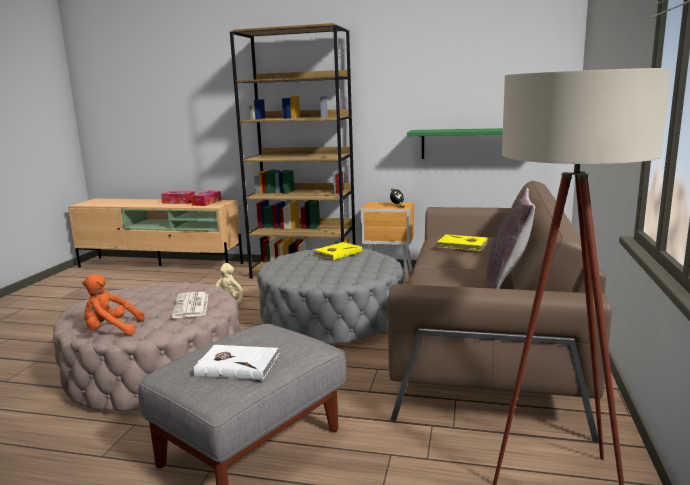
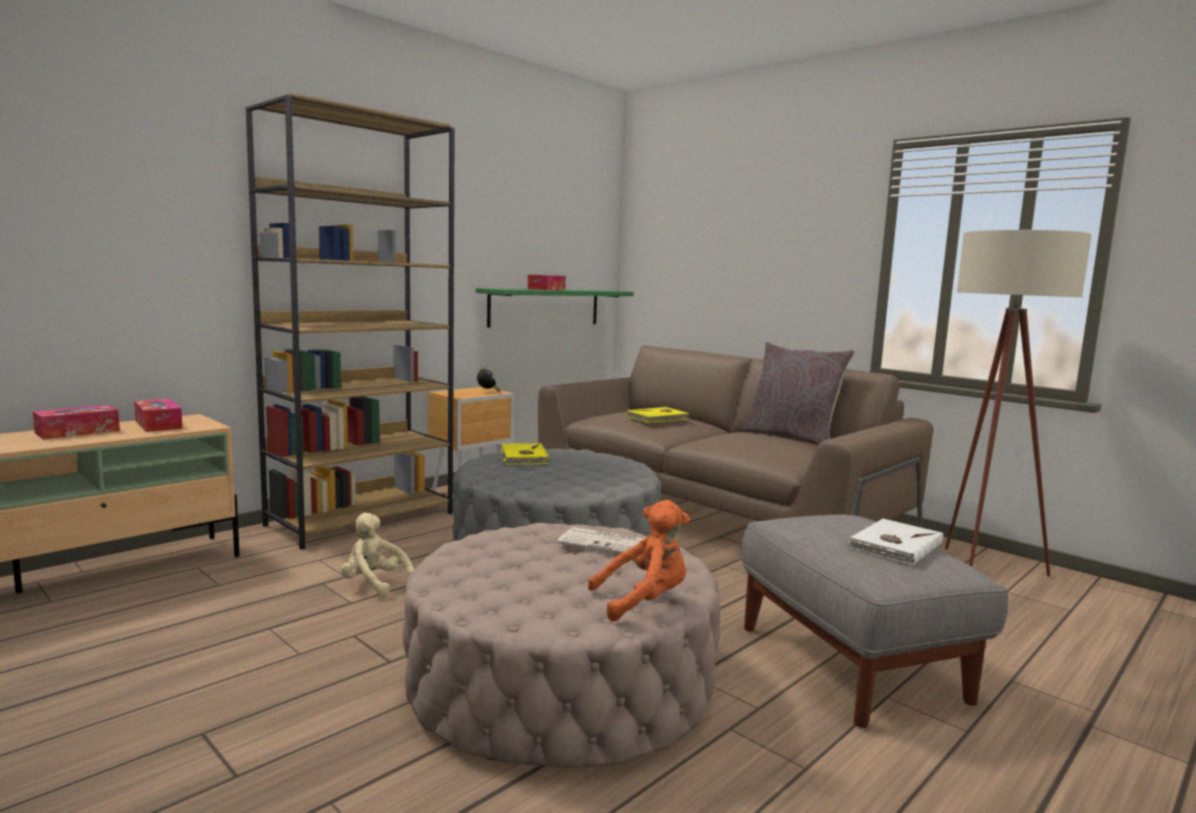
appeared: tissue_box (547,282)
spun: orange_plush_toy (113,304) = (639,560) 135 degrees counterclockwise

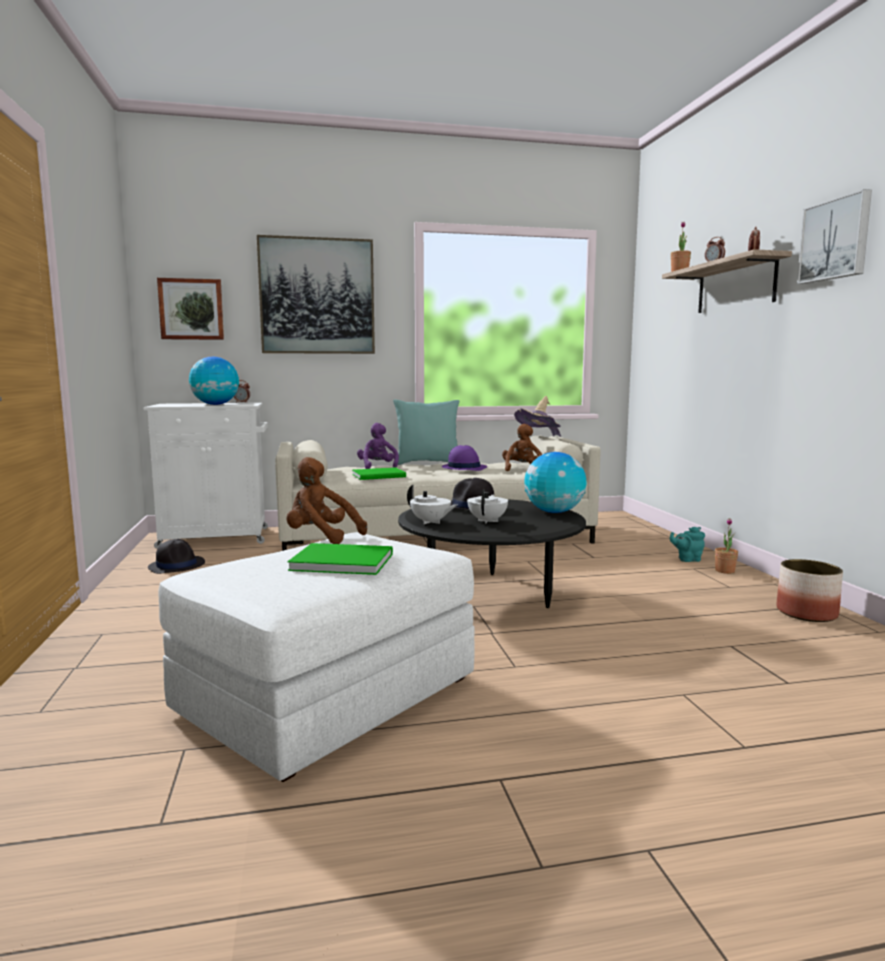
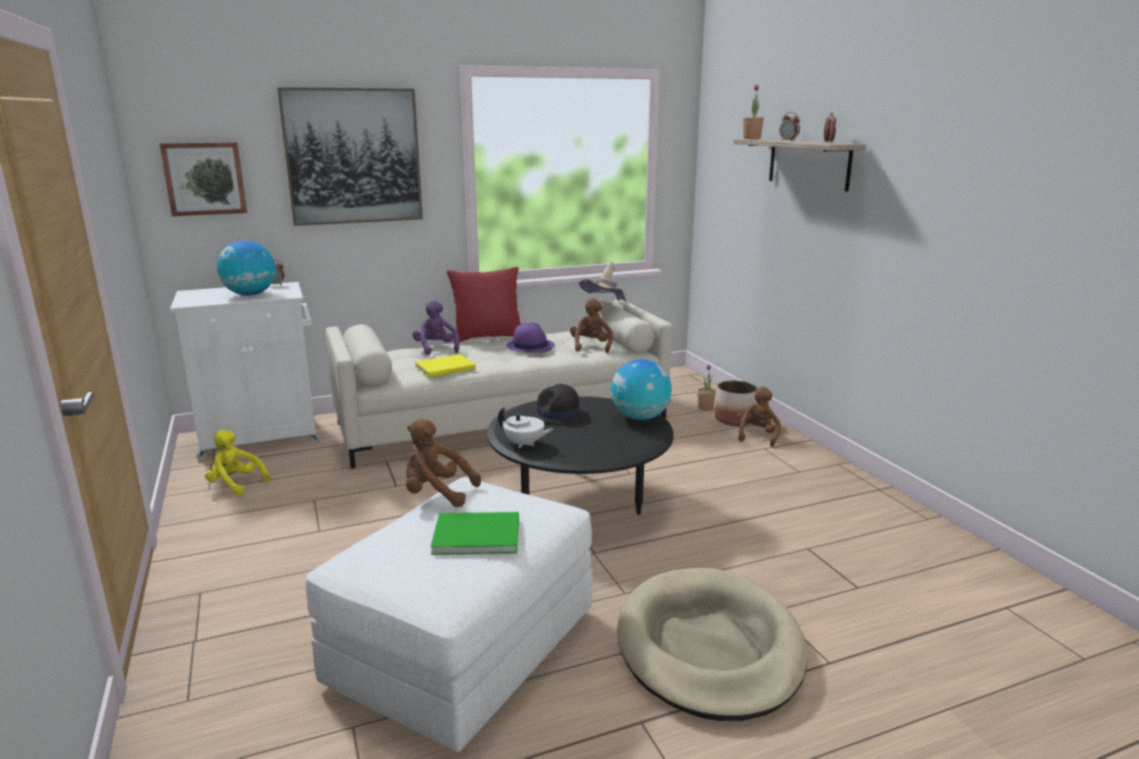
missing: white_teapot (487,506); picture (834,236)
appeared: beige_dog_bed (712,644)
relocated: potted_plant (726,546) to (706,387); planter (810,590) to (736,403)
exchanged: black_hat (176,556) to yellow_plush_toy (237,463); turquoise_teapot (687,544) to brown_plush_toy (758,416)
colour: green_book (379,473) to yellow_book (445,365); turquoise_pillow (426,432) to red_pillow (484,305)

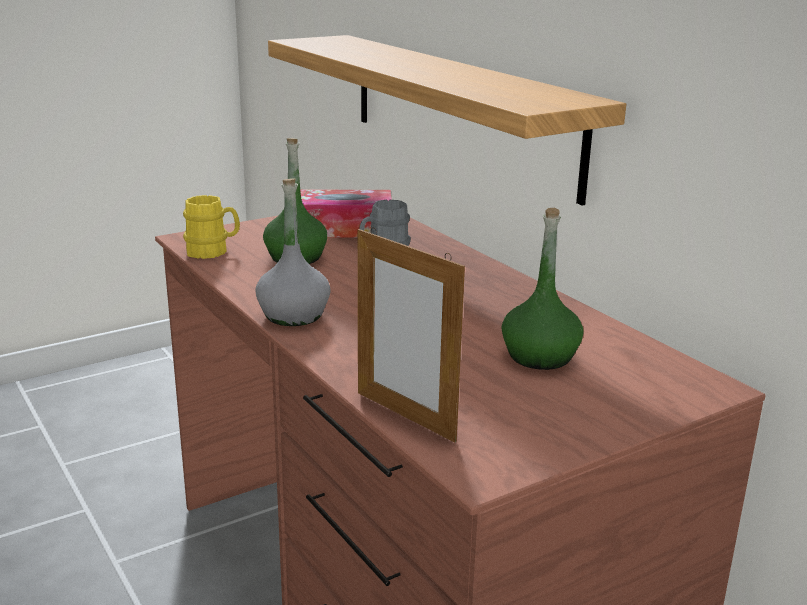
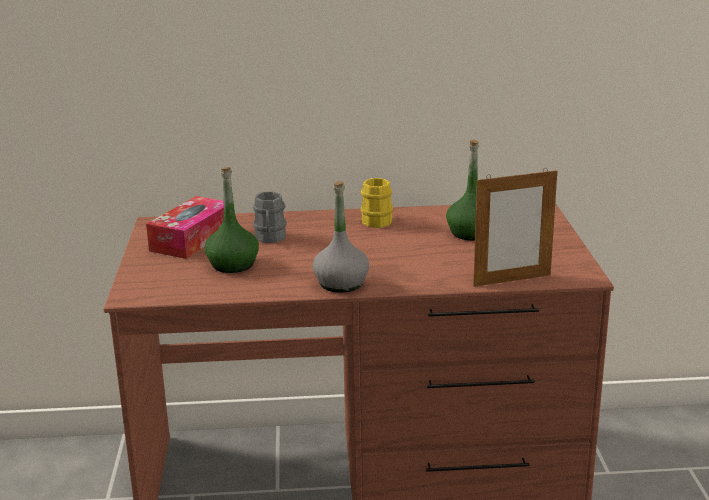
missing: shelf (447,120)
relocated: yellow_mug (211,227) to (377,203)

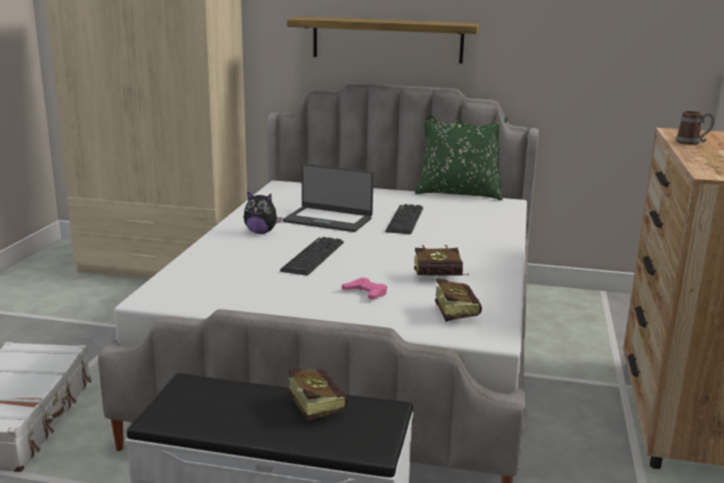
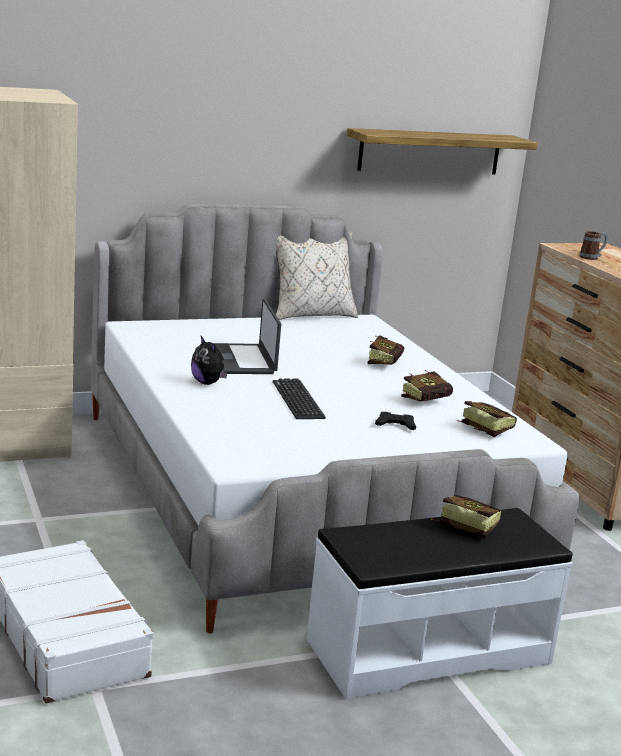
missing: keyboard (404,219)
appeared: book (386,350)
relocated: shelf (383,40) to (442,151)
colour: pink_game_controller (364,288) to black_game_controller (395,421); green_pillow (461,158) to beige_pillow (317,276)
spun: plush_toy (263,212) = (209,360) 75 degrees clockwise; laptop (328,198) = (248,336) 90 degrees clockwise

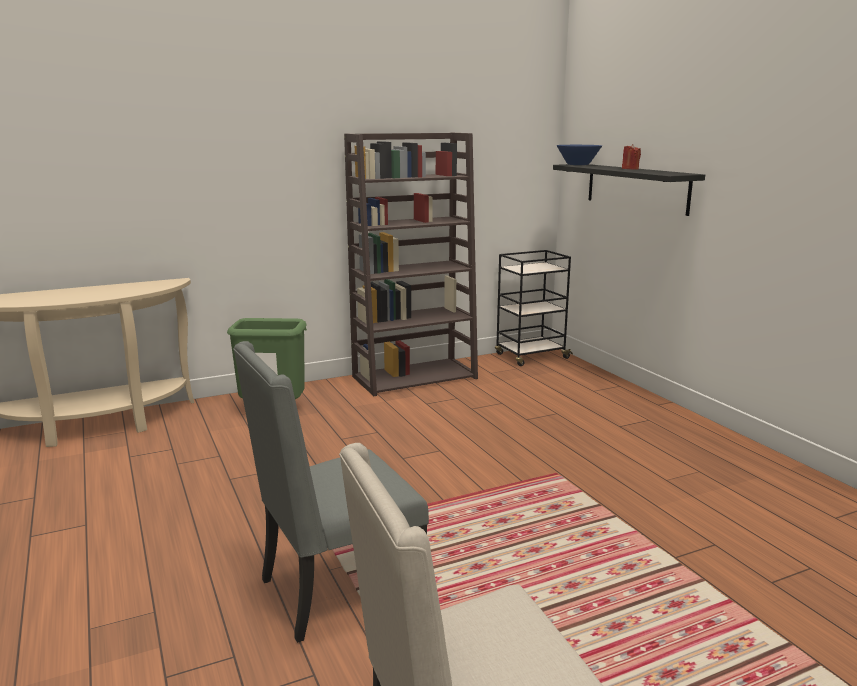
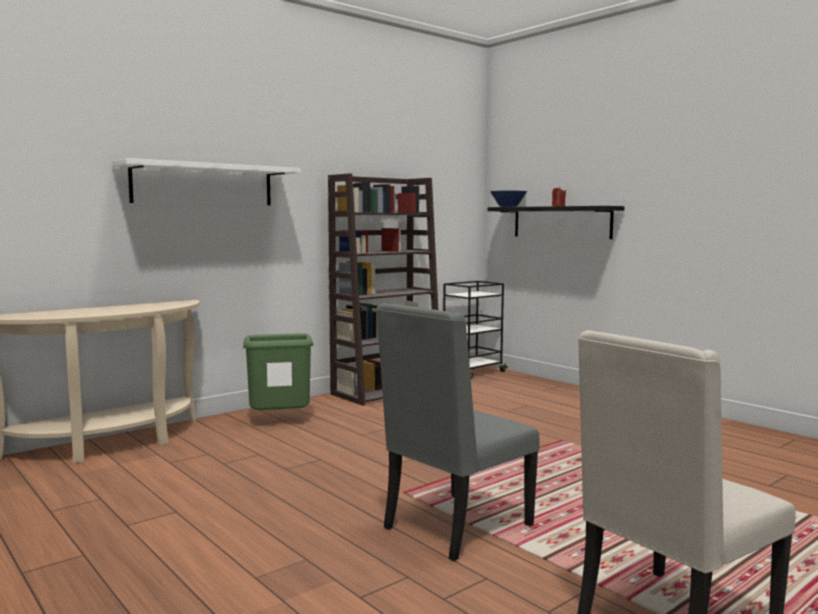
appeared: white_shelf (206,181)

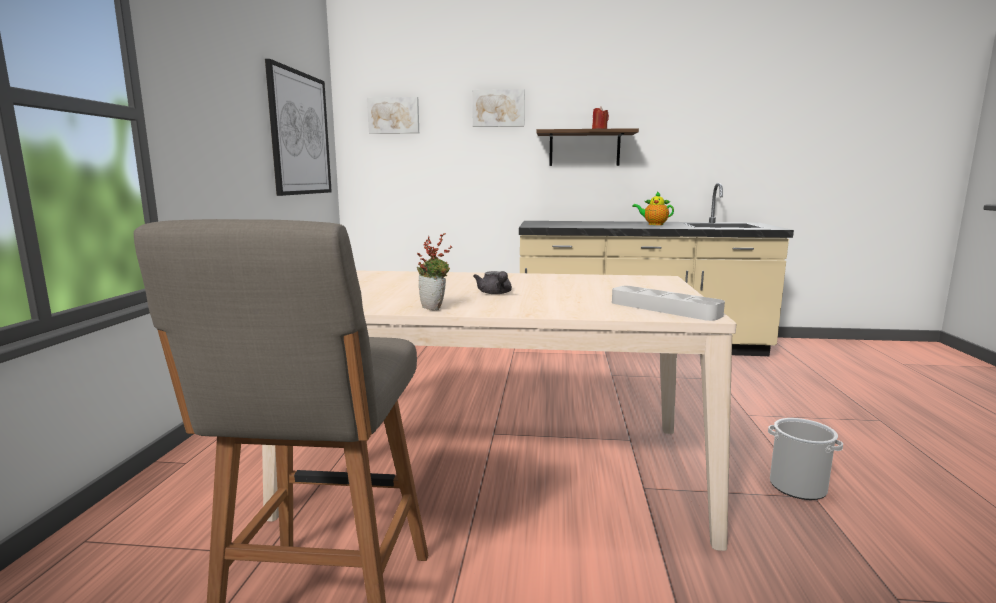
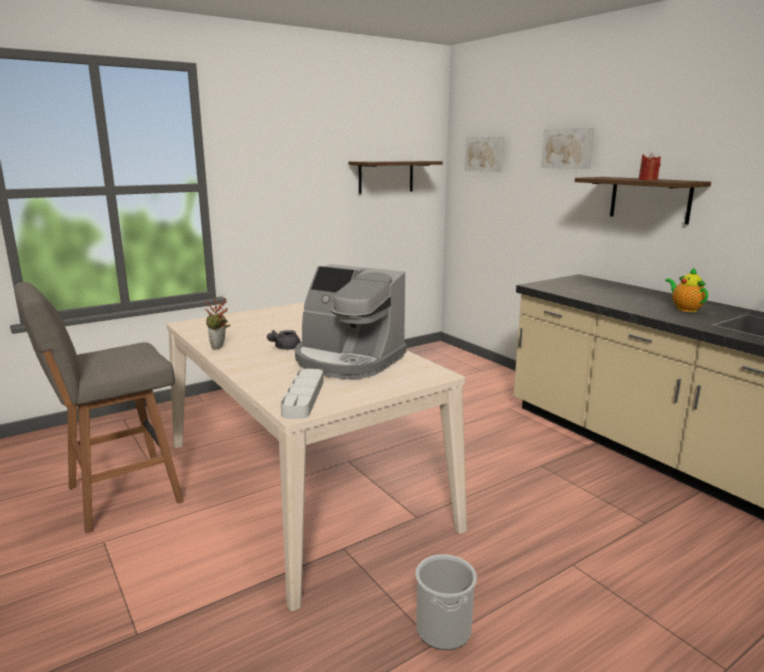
appeared: coffee_machine (351,321)
exchanged: picture (298,127) to shelf (396,177)

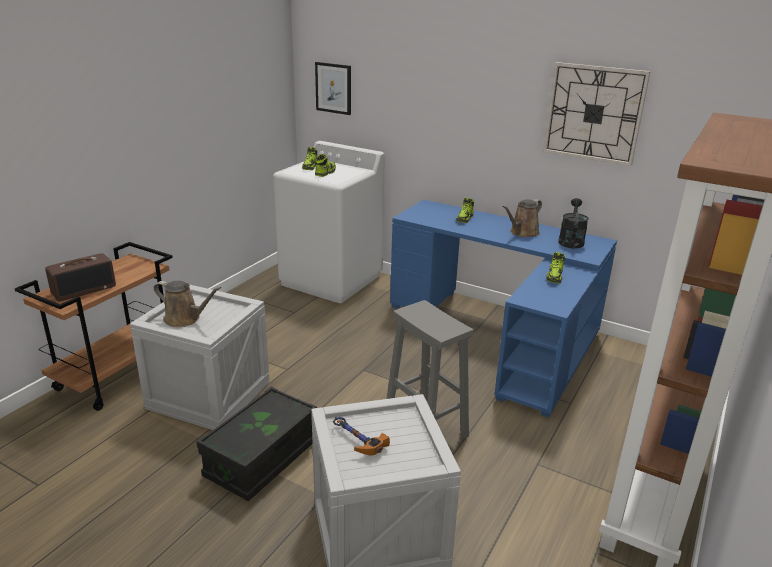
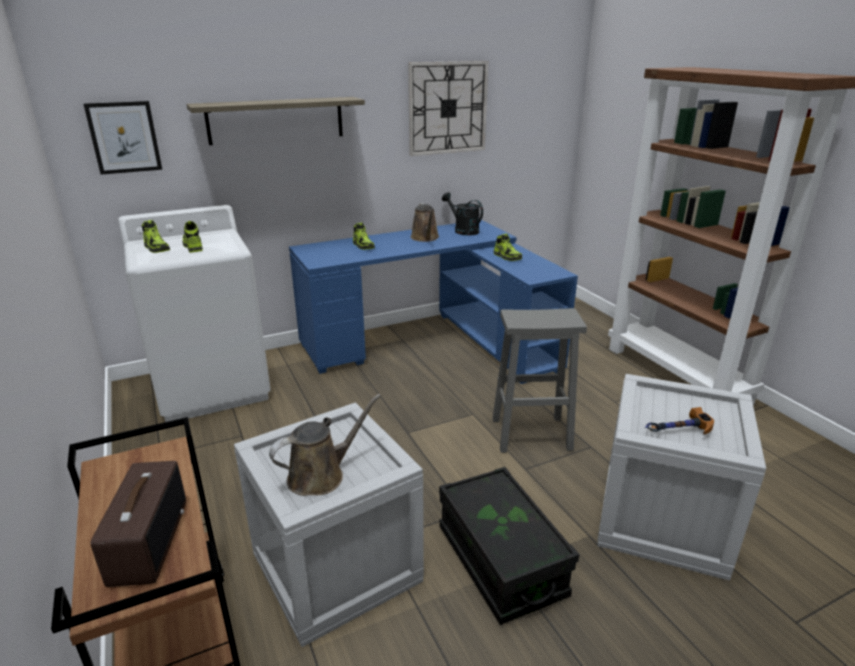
appeared: shelf (275,121)

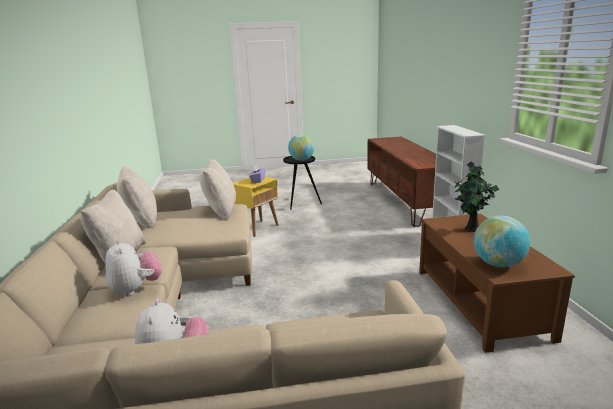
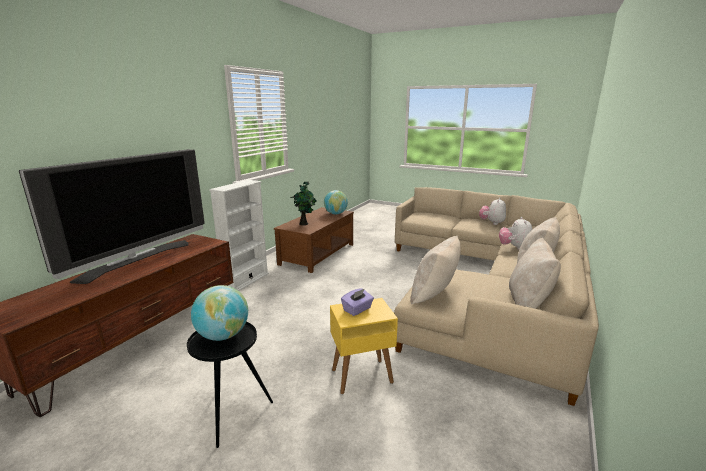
appeared: television (112,216)

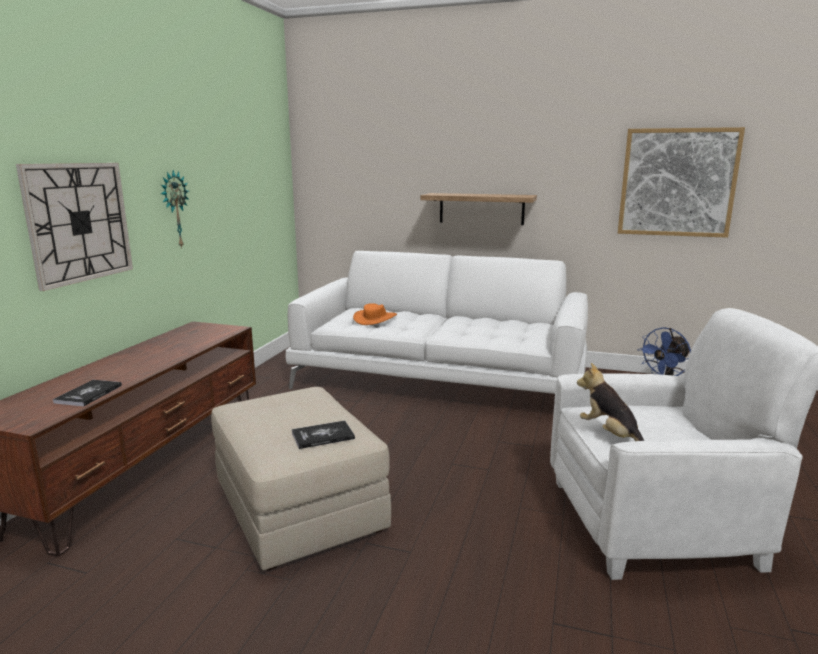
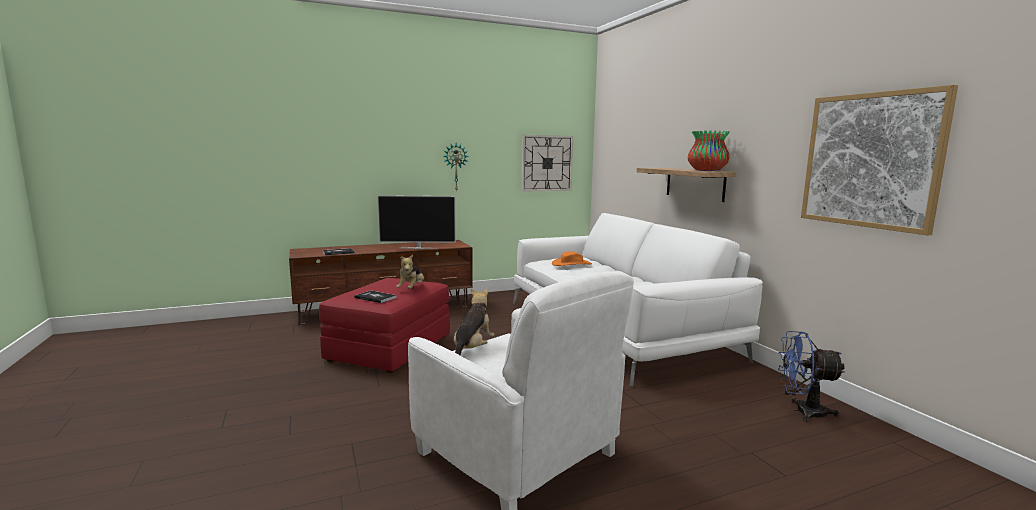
appeared: television (416,222); plush_toy (410,271); vase (709,151)
relocated: wall_clock (74,227) to (547,163)
colour: beige_ottoman (301,478) to red_ottoman (384,325)

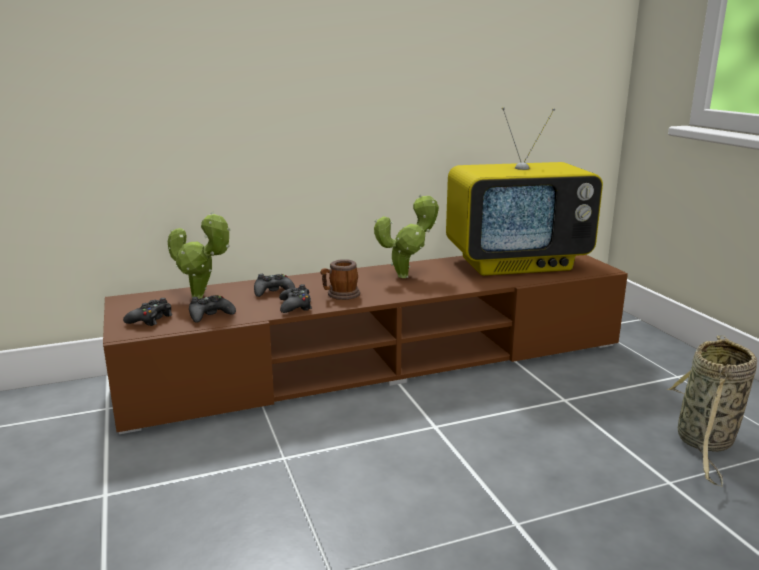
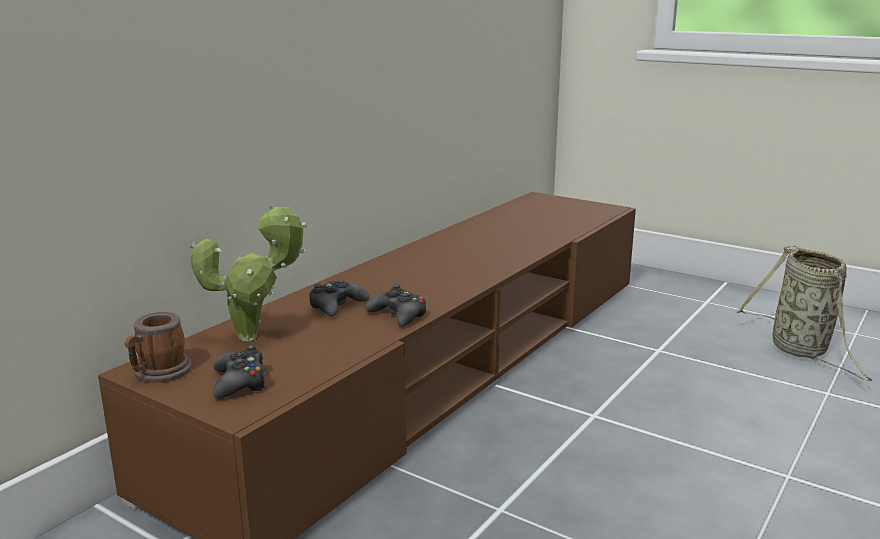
missing: black_game_controller (212,309); potted_plant (406,236); television (524,191)
relocated: mug (340,279) to (158,347)

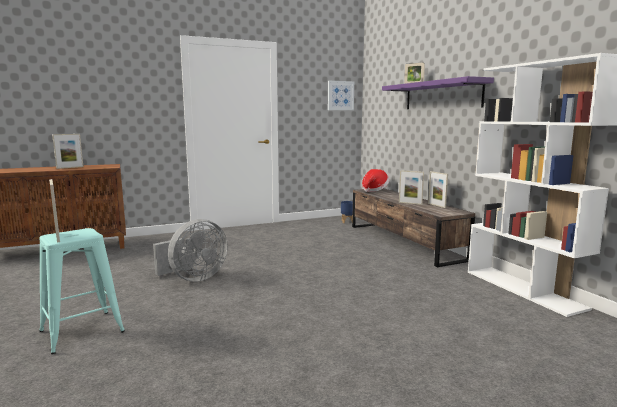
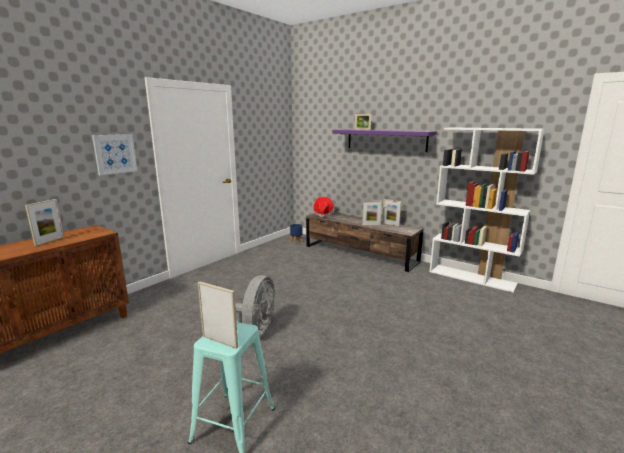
relocated: picture (341,95) to (115,154)

